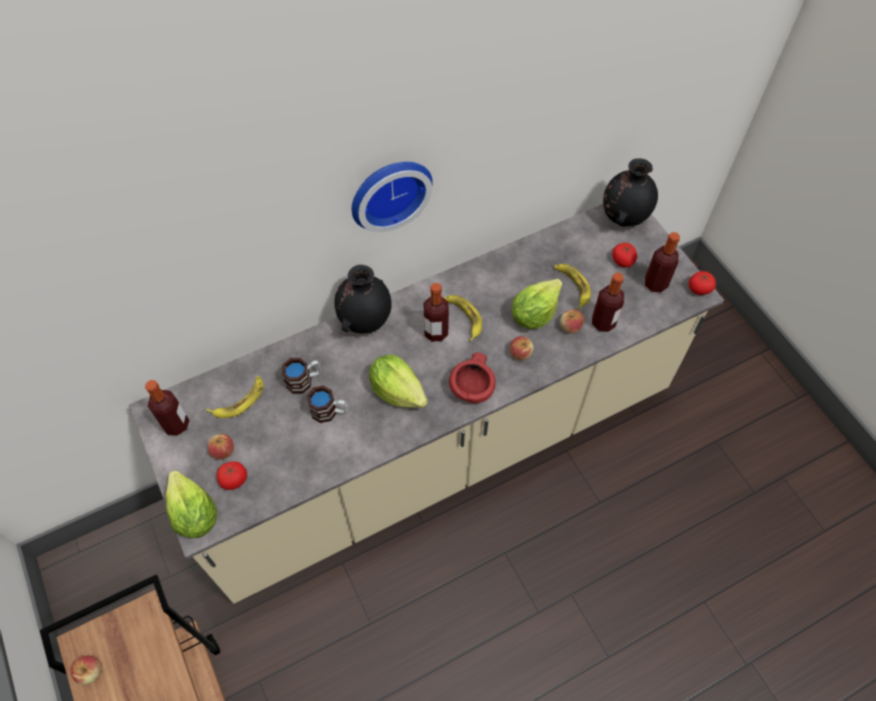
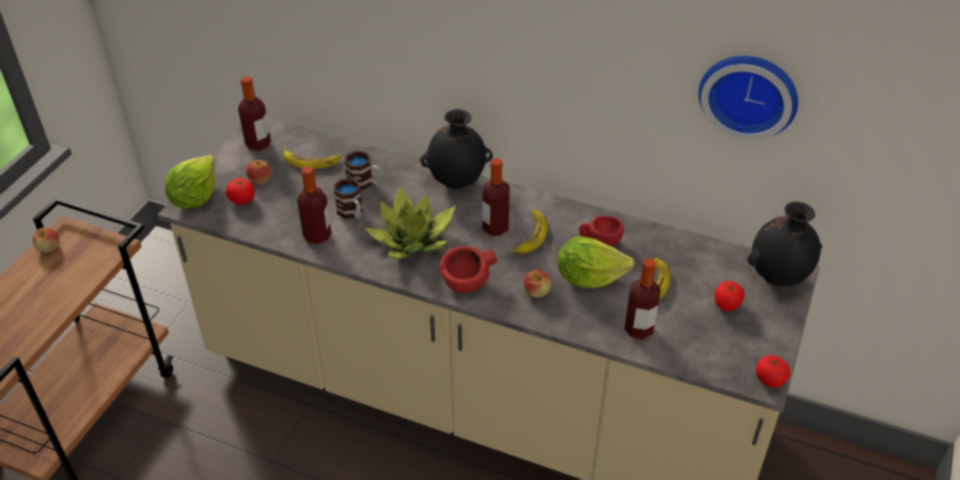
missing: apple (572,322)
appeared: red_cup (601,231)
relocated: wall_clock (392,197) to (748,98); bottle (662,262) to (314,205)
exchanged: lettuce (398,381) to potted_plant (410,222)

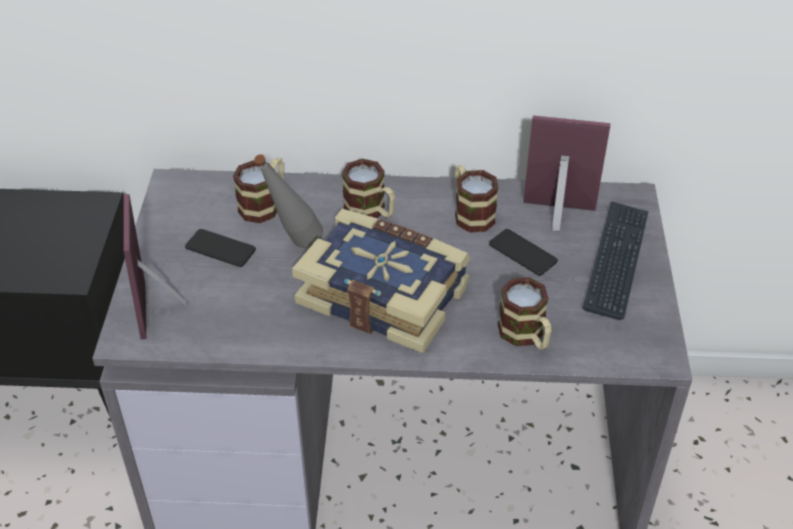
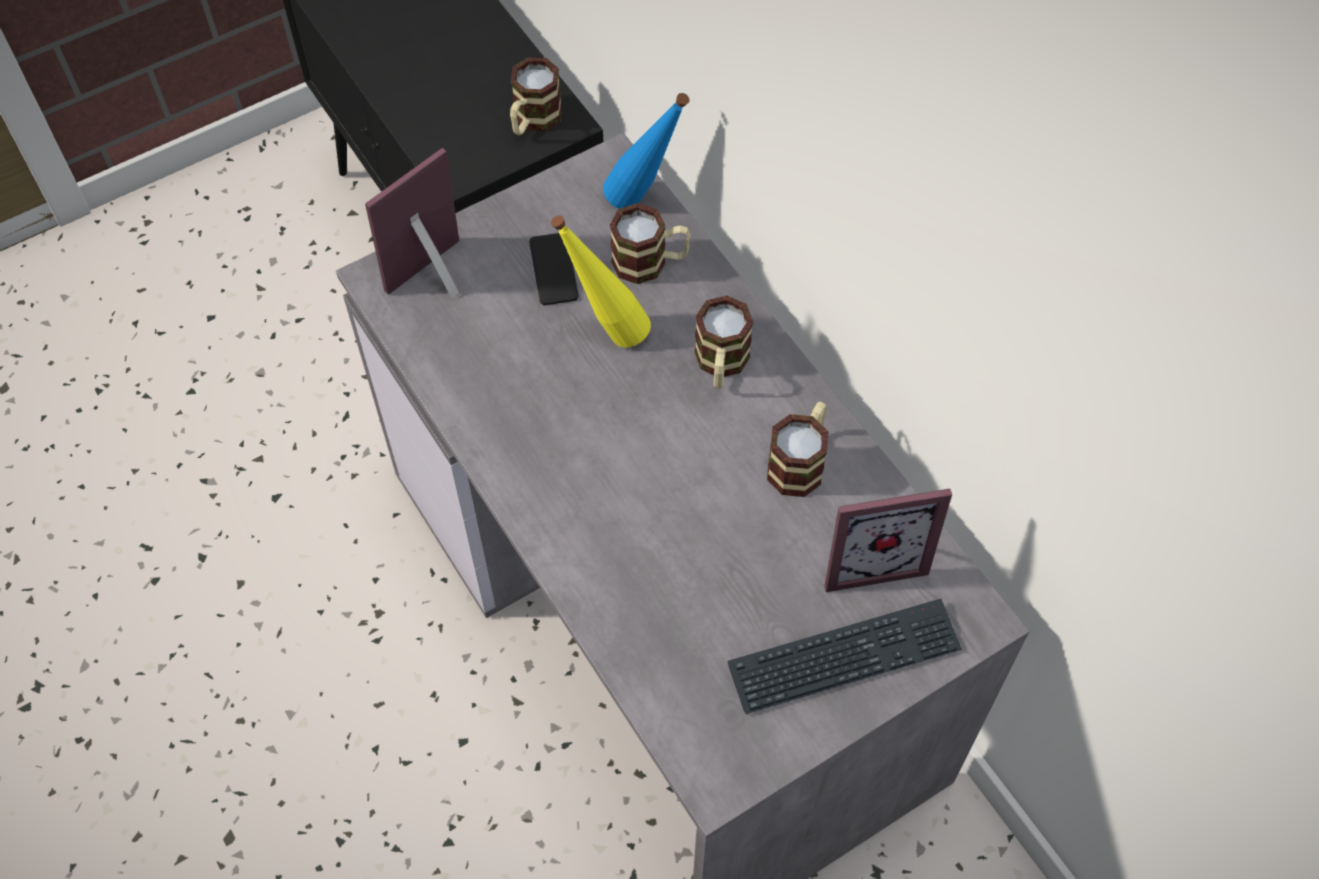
missing: book (381,281); phone (523,252)
appeared: blue_bottle (646,151)
relocated: mug (524,313) to (536,96)
colour: grey_bottle (288,201) to yellow_bottle (601,281)
spun: picture_frame (566,173) = (888,540) 105 degrees clockwise

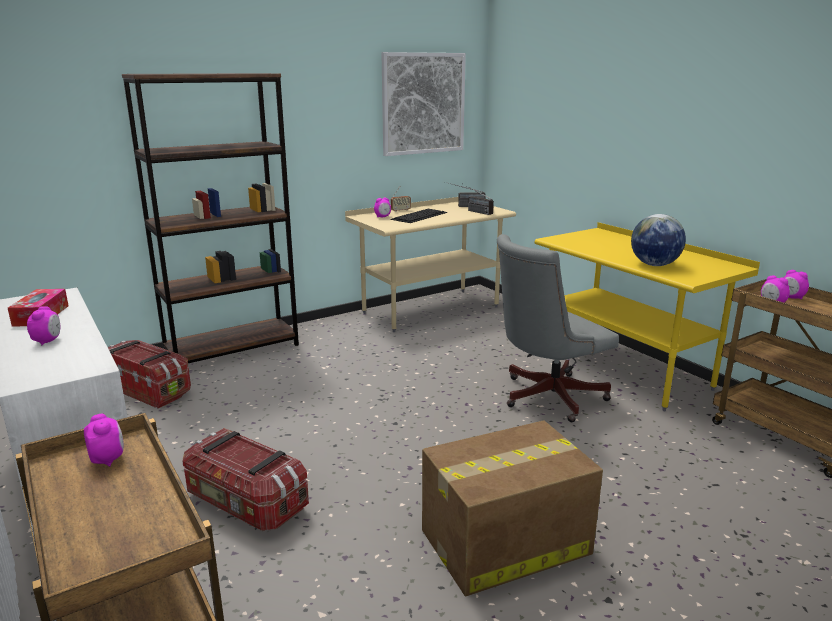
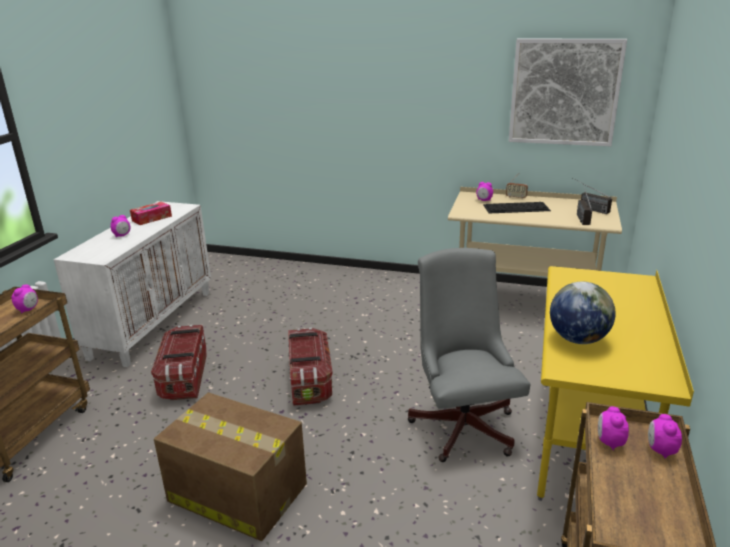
missing: brown_bookcase (210,218)
relocated: storage_box (149,374) to (310,366)
spun: grey_office_chair (558,328) = (469,355) 60 degrees clockwise

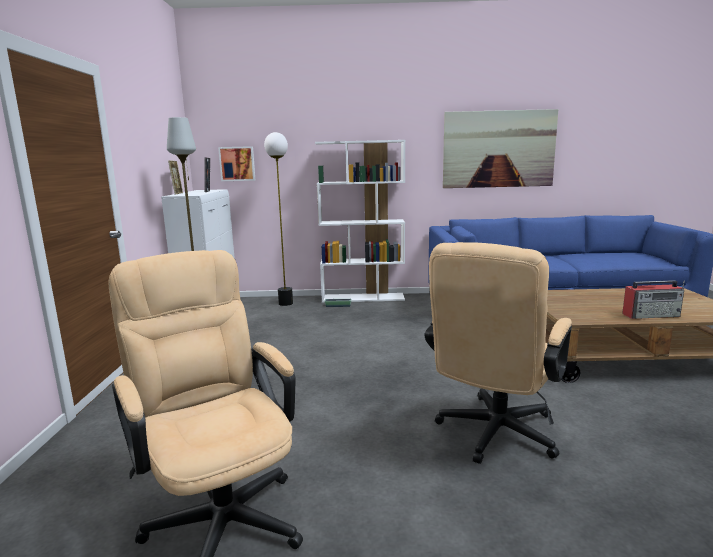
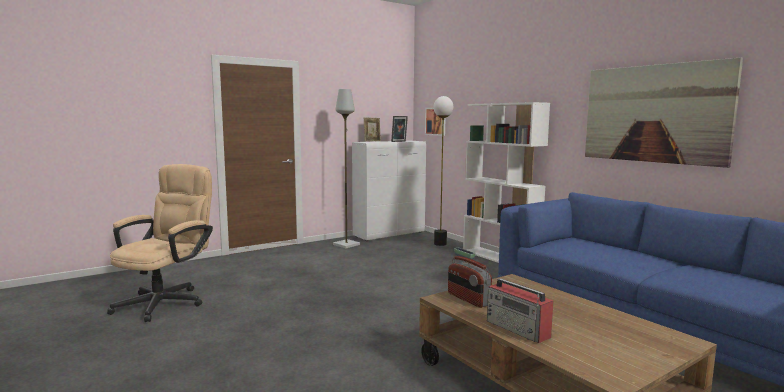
missing: beige_office_chair (498,353)
appeared: radio (470,282)

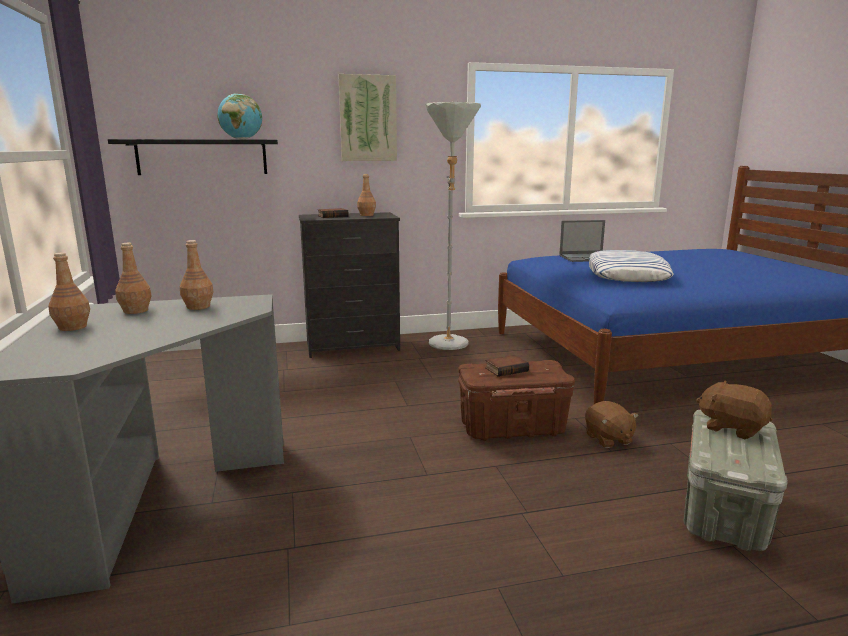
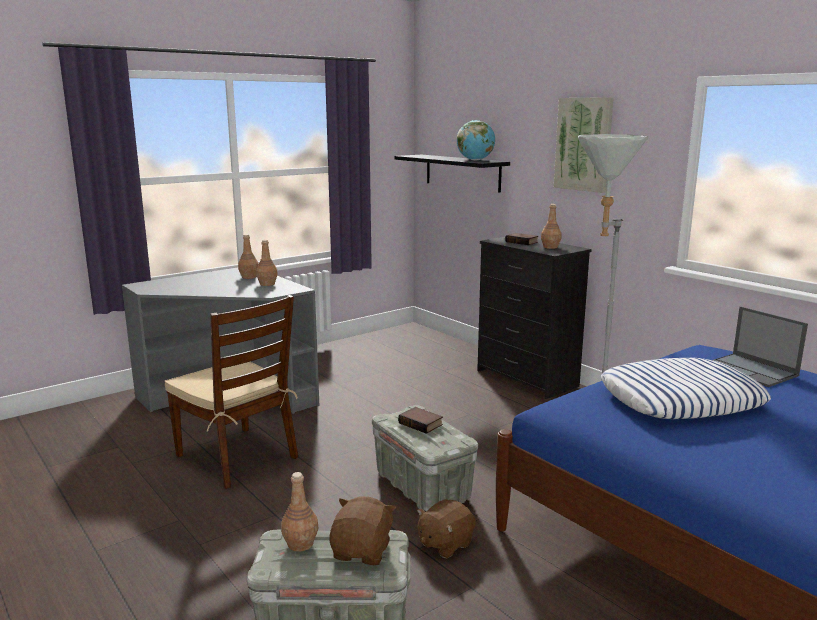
appeared: brown_chair (231,392)
relocated: brown_bottle (69,291) to (299,512)
colour: brown_storage_box (516,400) to grey_storage_box (425,458)

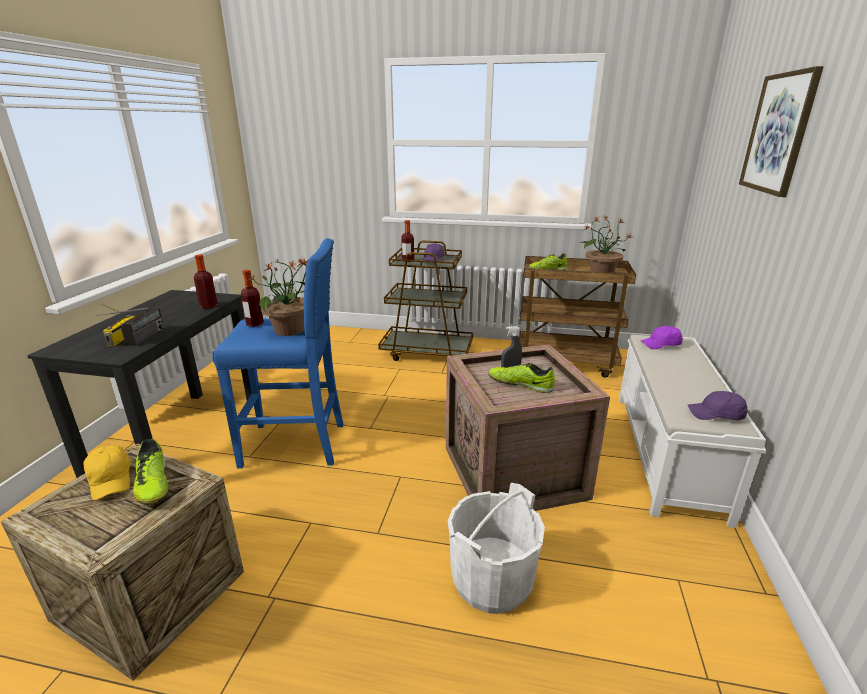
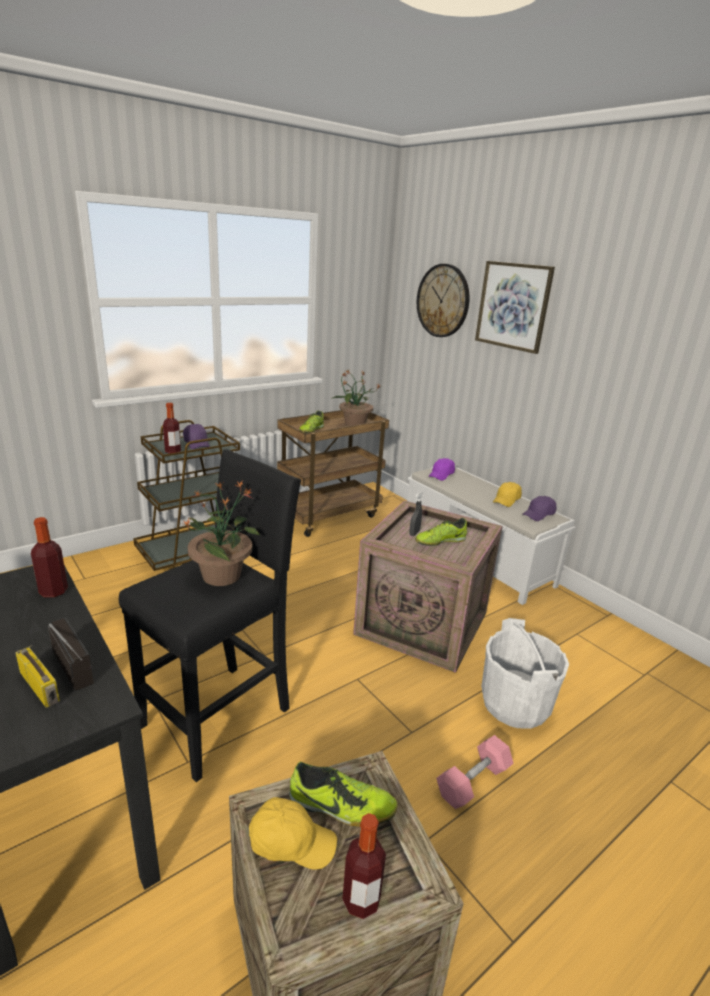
appeared: wall_clock (443,300); pink_dumbbell (475,772); yellow_cap (507,494)
relocated: bottle (252,298) to (364,866)
colour: blue_stool (278,353) to black_stool (210,616)

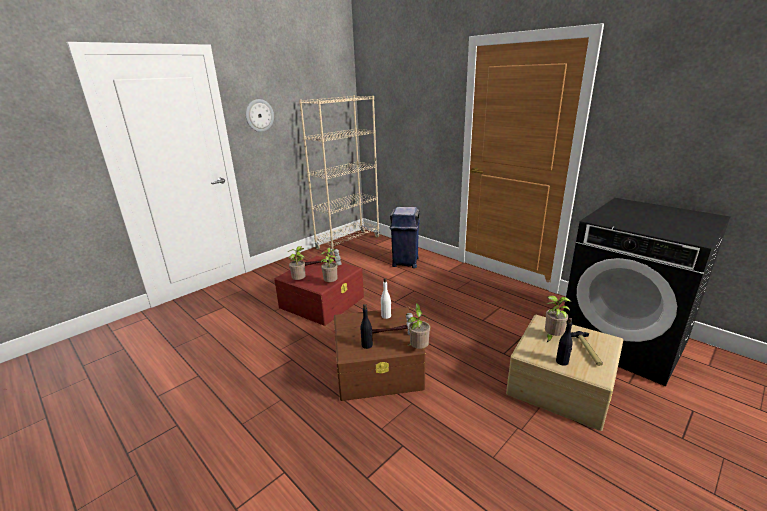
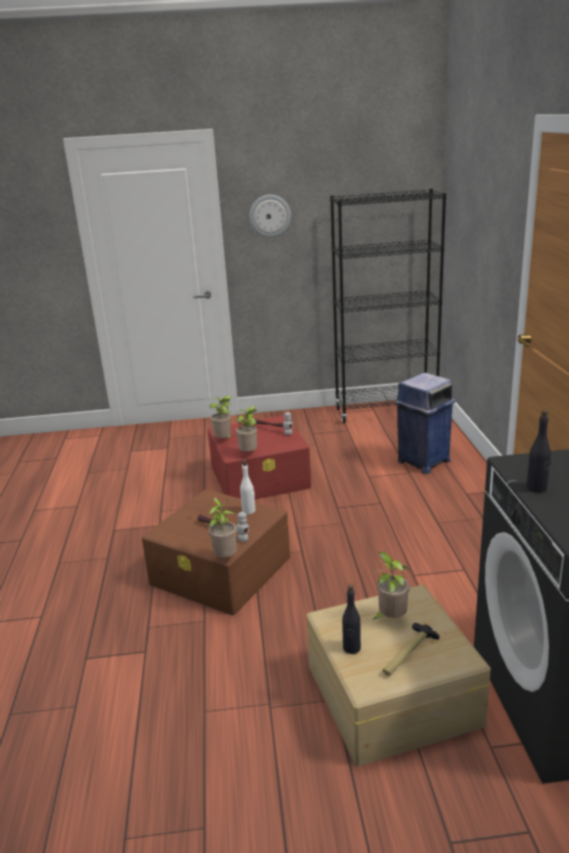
relocated: black_bottle (366,326) to (538,451)
colour: beige_bookcase (339,175) to black_bookcase (388,305)

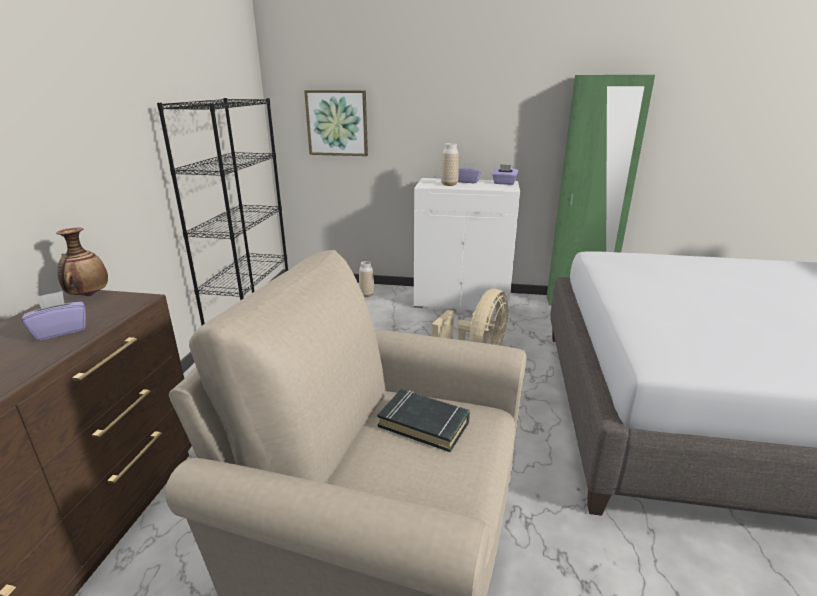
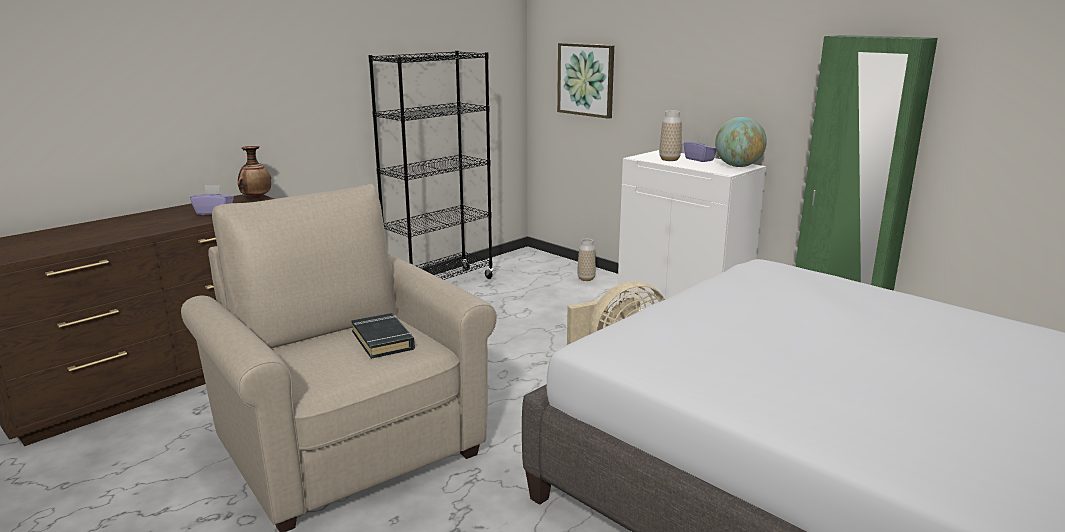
exchanged: purple_tissue_box (505,174) to globe (741,142)

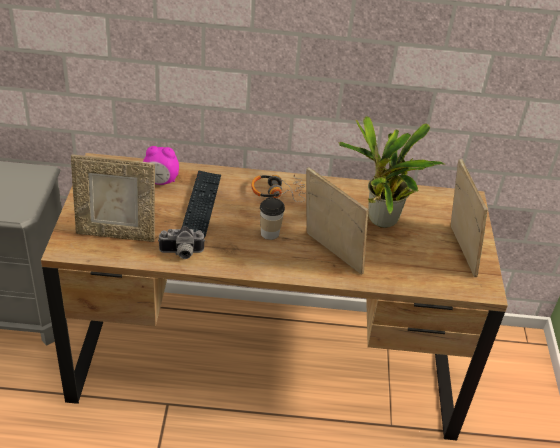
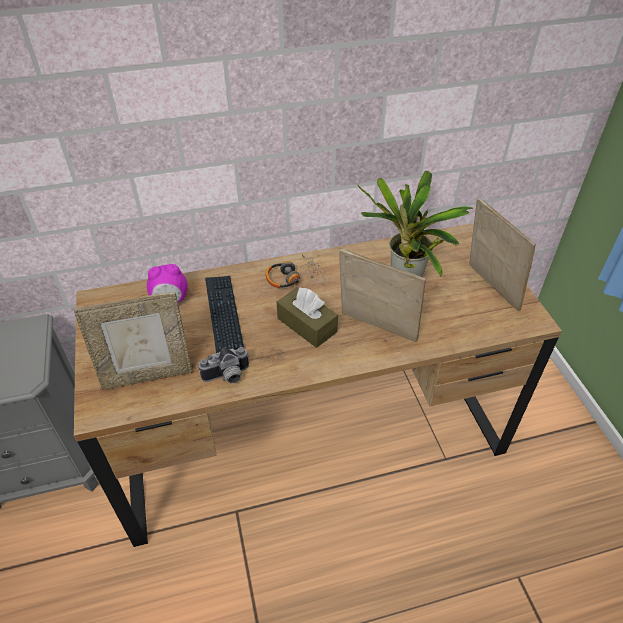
exchanged: cup (272,218) to brown_tissue_box (307,317)

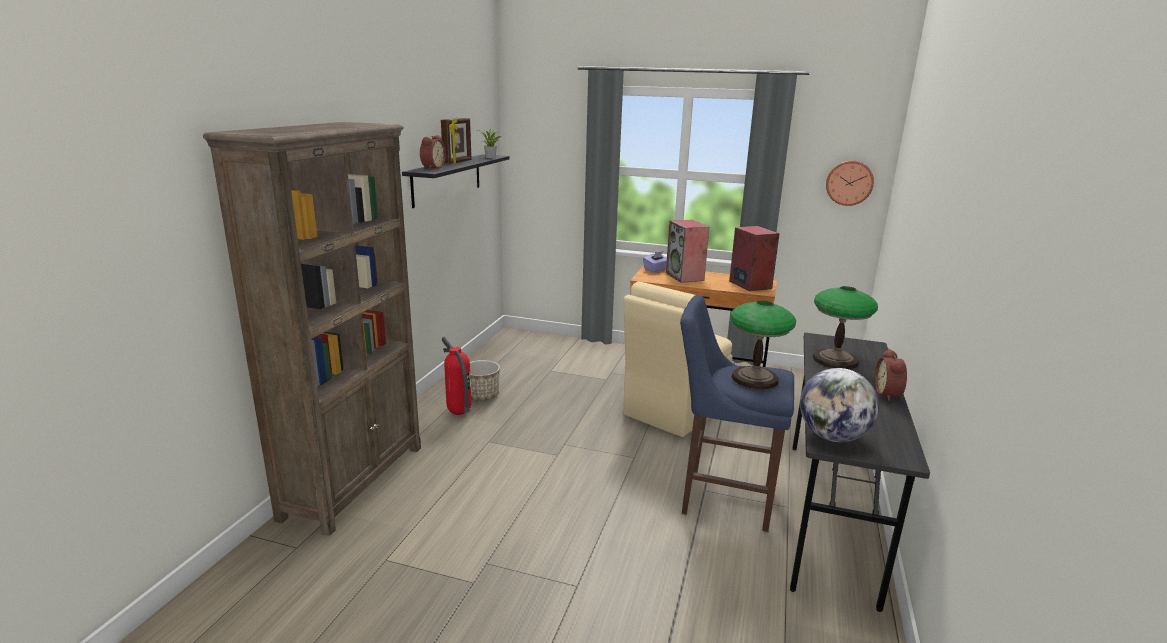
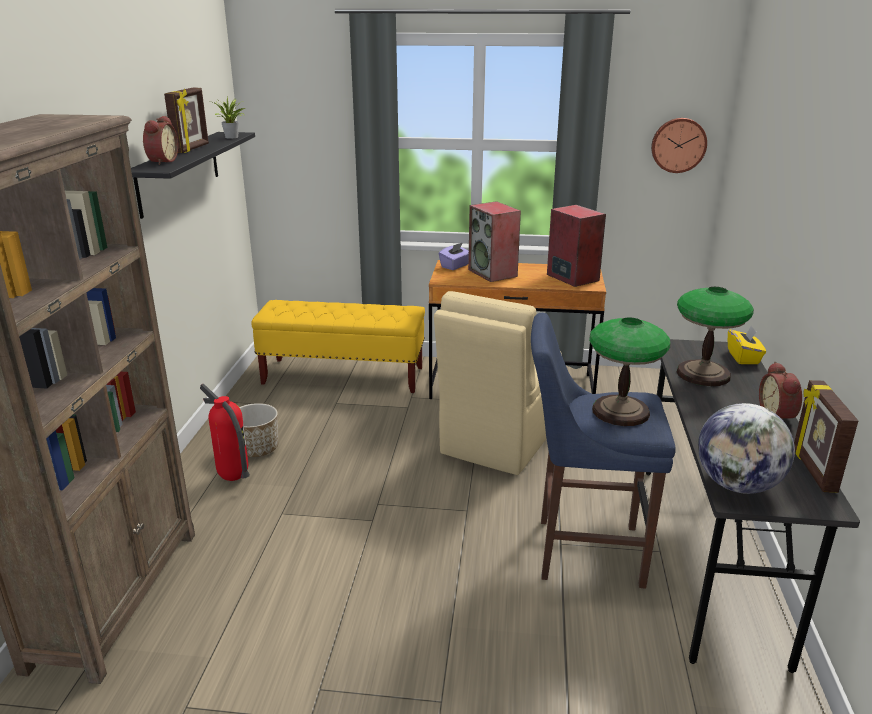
appeared: yellow_bench (338,346); yellow_tissue_box (747,344); picture_frame (826,436)

